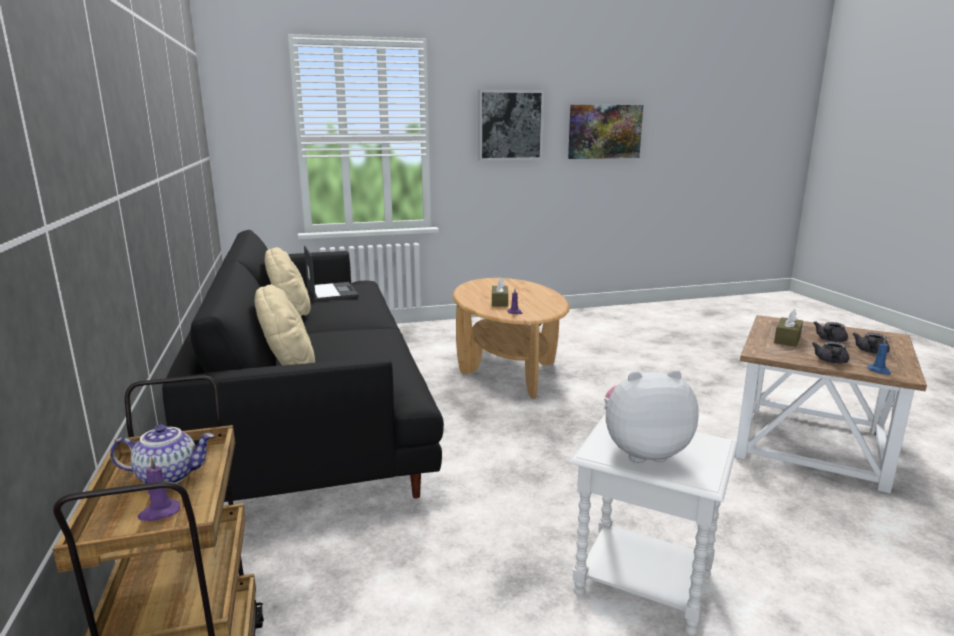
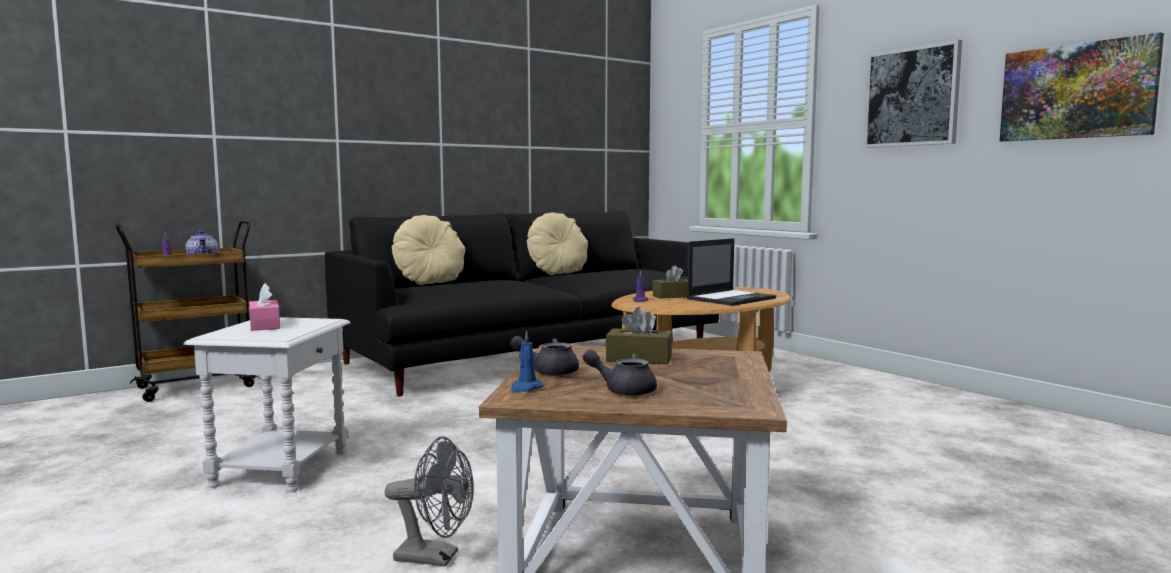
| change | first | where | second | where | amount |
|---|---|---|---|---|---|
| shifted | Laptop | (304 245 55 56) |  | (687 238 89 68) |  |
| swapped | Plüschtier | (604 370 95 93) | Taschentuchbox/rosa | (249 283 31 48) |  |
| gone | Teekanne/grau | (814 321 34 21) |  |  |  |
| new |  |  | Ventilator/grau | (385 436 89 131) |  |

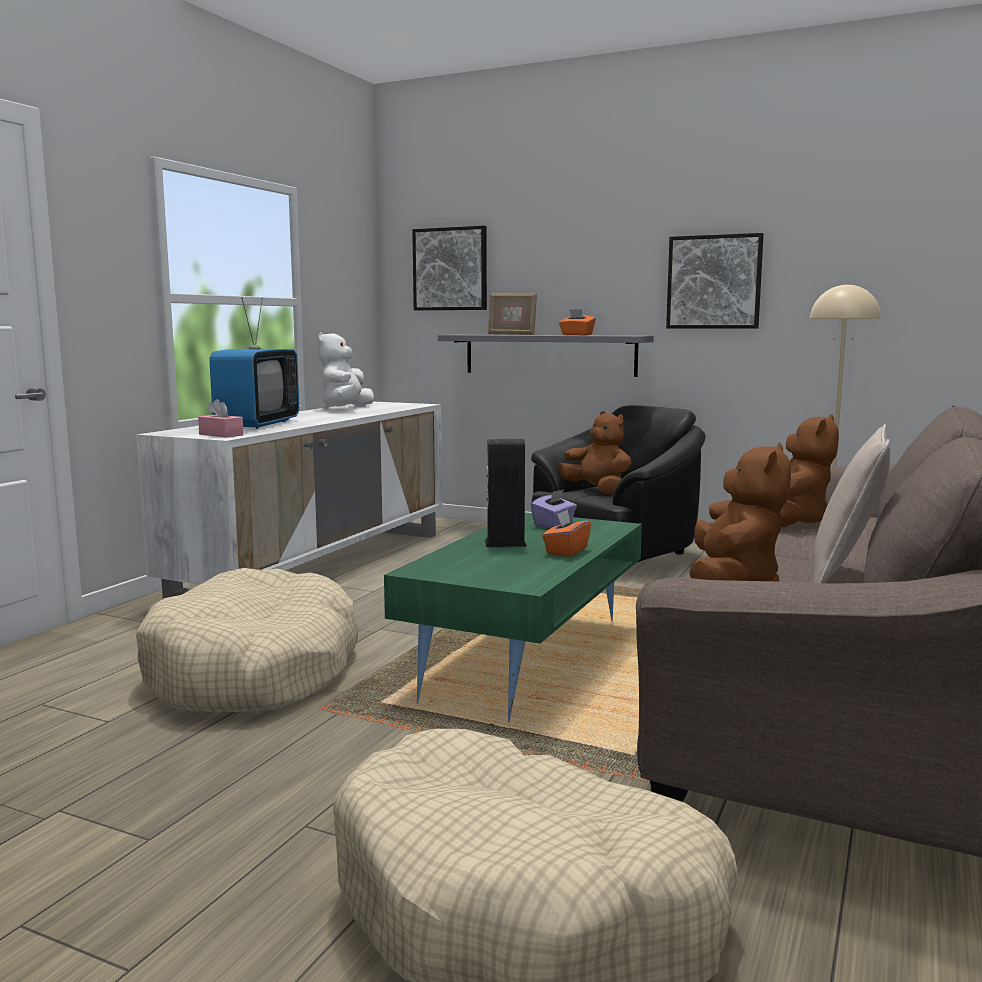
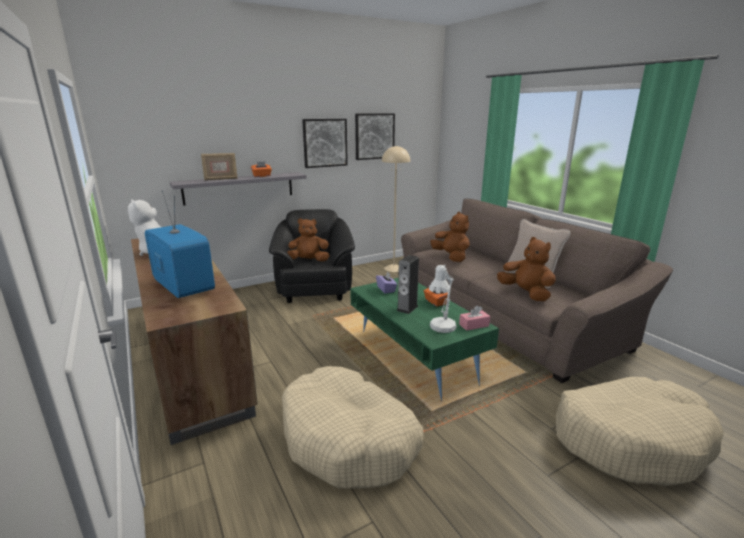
| change | first | where | second | where | amount |
|---|---|---|---|---|---|
| repainted | Fernsehschrank/weiß | (136 402 306 197) | Fernsehschrank/braun | (131 239 127 206) |  |
| shifted | Taschentuchbox/rosa | (198 399 46 38) |  | (459 305 31 26) |  |
| shifted | Bild | (412 226 75 84) |  | (355 113 40 47) |  |
| new |  |  | Tischlampe/weiß | (429 264 28 69) |  |

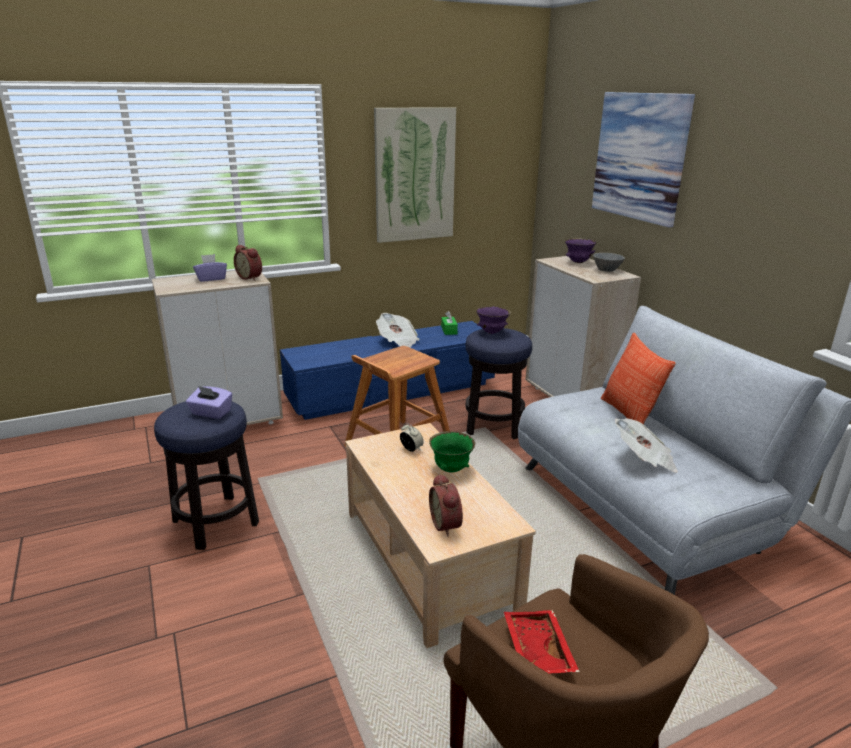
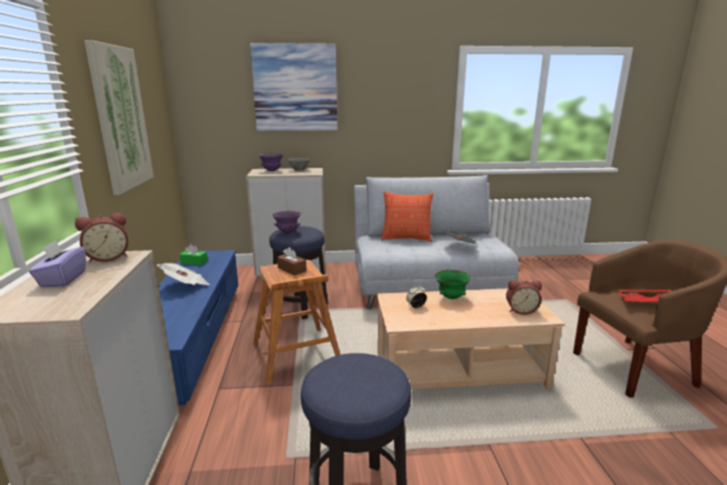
| change | first | where | second | where | amount |
|---|---|---|---|---|---|
| gone | Taschentuchbox/lila | (186 386 47 33) |  |  |  |
| new |  |  | Taschentuchbox/braun | (277 247 30 29) |  |

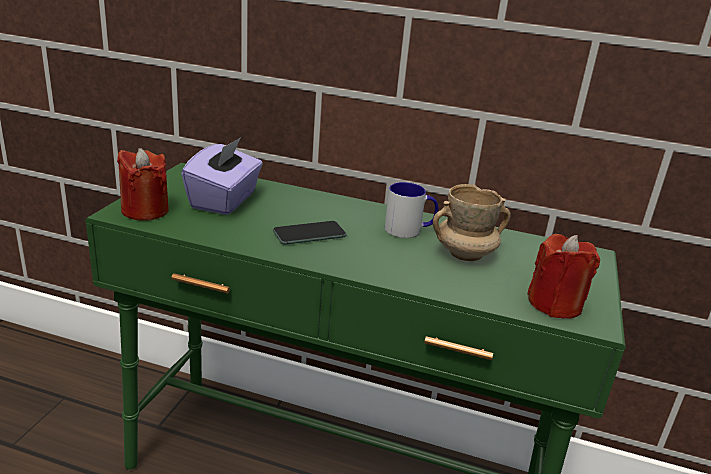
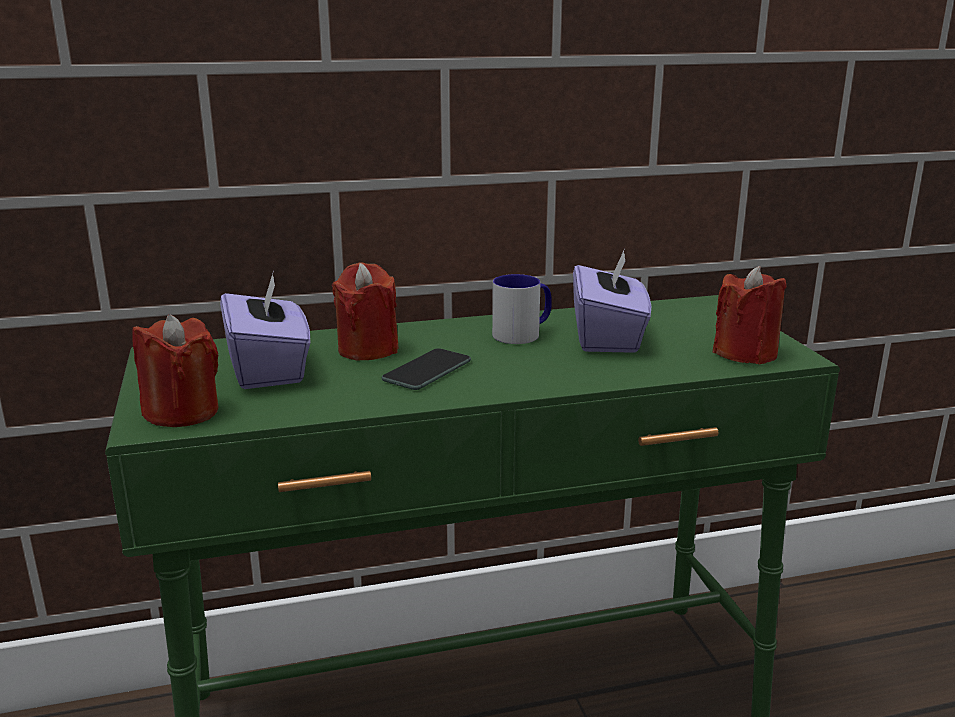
| change | first | where | second | where | amount |
|---|---|---|---|---|---|
| swapped | Henkelbecher/beige | (433 184 78 77) | Taschentuchbox/lila | (573 251 78 102) |  |
| new |  |  | Kerze/rot | (332 262 66 98) |  |

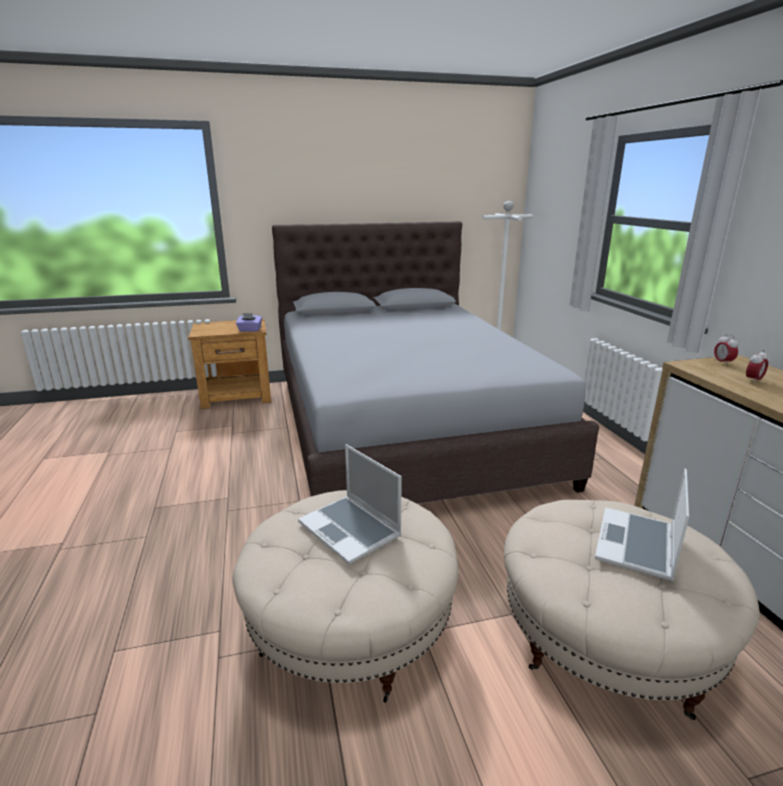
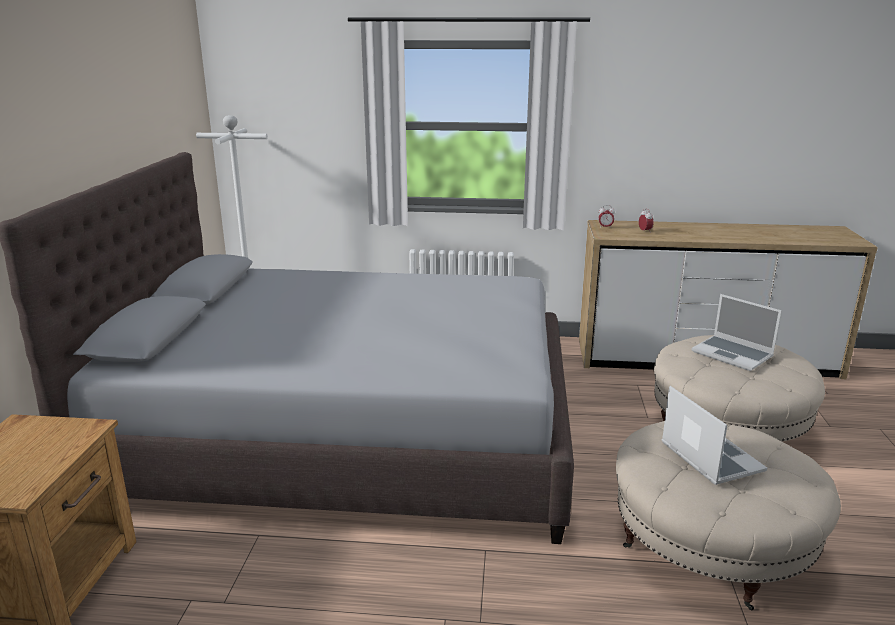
| change | first | where | second | where | amount |
|---|---|---|---|---|---|
| gone | Taschentuchbox/lila | (236 313 26 19) |  |  |  |
| rotated | Laptop | (298 444 104 120) |  | (662 386 105 99) | 90 degrees counterclockwise |

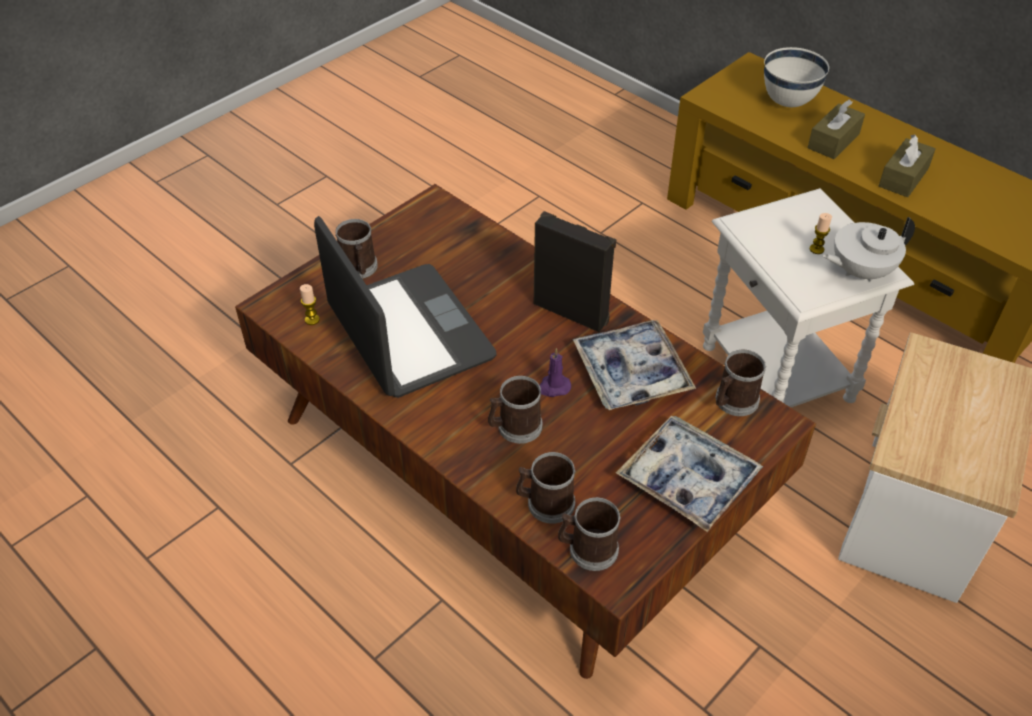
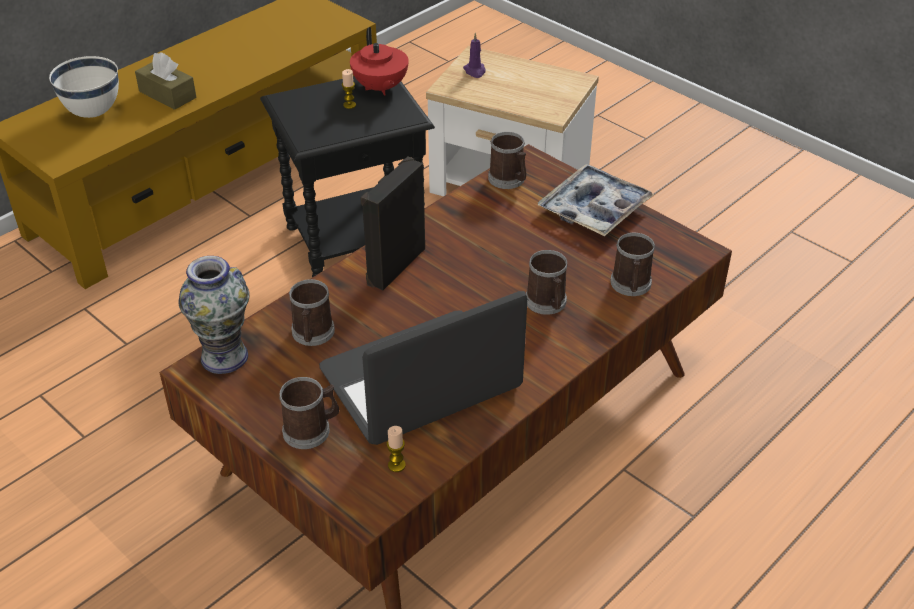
| change | first | where | second | where | amount |
|---|---|---|---|---|---|
| shifted | Kerze/lila | (540 348 31 49) |  | (463 33 23 45) |  |
| shifted | Henkelbecher | (558 497 63 74) |  | (289 279 46 67) |  |
| gone | Tablett | (572 320 124 90) |  |  |  |
| repainted | Beistelltisch/weiß | (703 188 211 219) | Beistelltisch/schwarz | (260 76 175 202) |  |
| repainted | Teekanne/weiß | (822 217 93 65) | Teekanne/rot | (350 27 58 68) |  |
| gone | Taschentuchbox/braun | (879 134 56 63) |  |  |  |
| new |  |  | Vase | (178 256 72 118) |  |

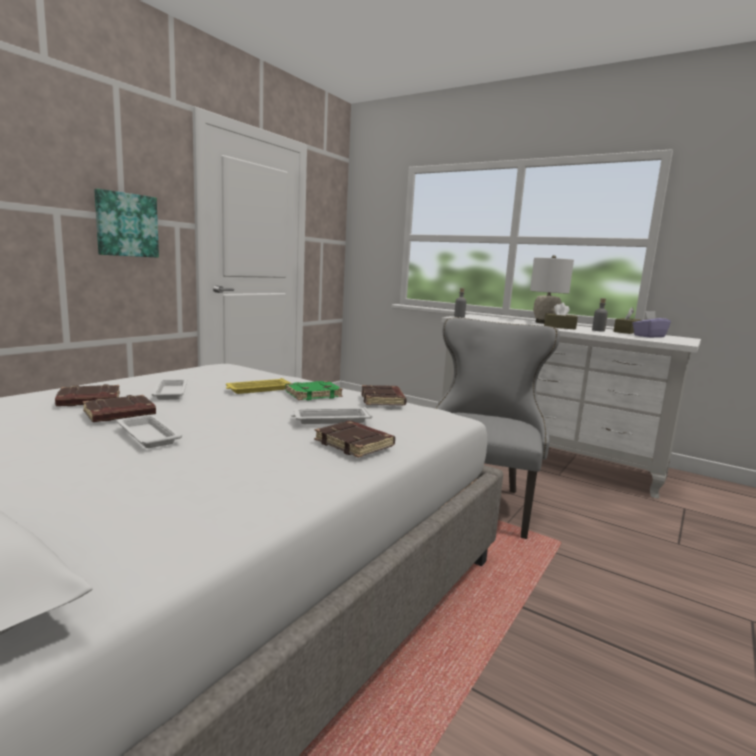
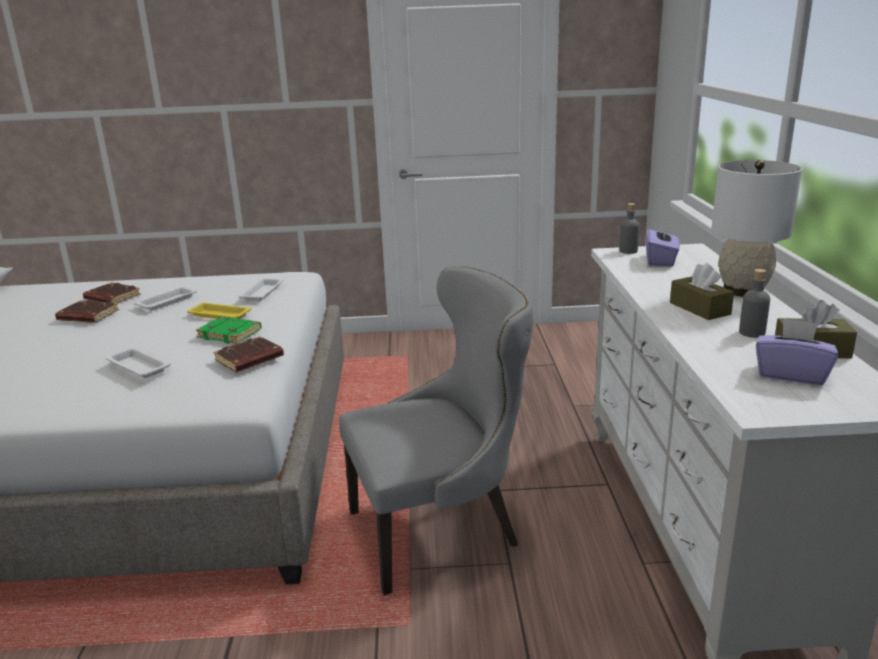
| change | first | where | second | where | amount |
|---|---|---|---|---|---|
| gone | Bild | (94 189 65 69) |  |  |  |
| shifted | Tablett/weiß | (116 415 66 33) |  | (239 278 45 23) |  |
| gone | Buch/braun | (314 421 81 37) |  |  |  |
| new |  |  | Taschentuchbox/lila | (646 224 34 42) |  |

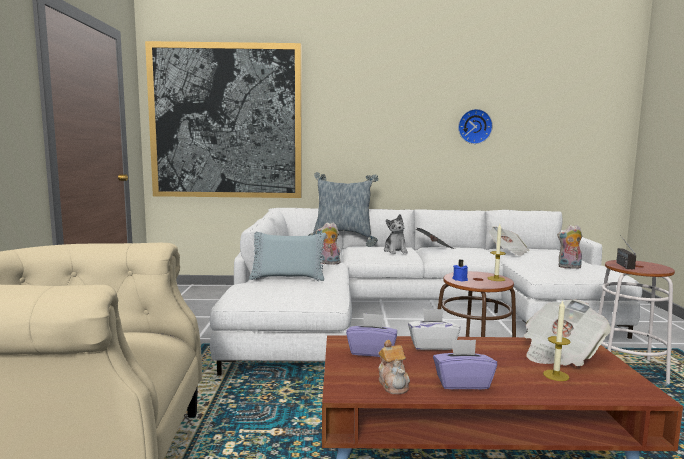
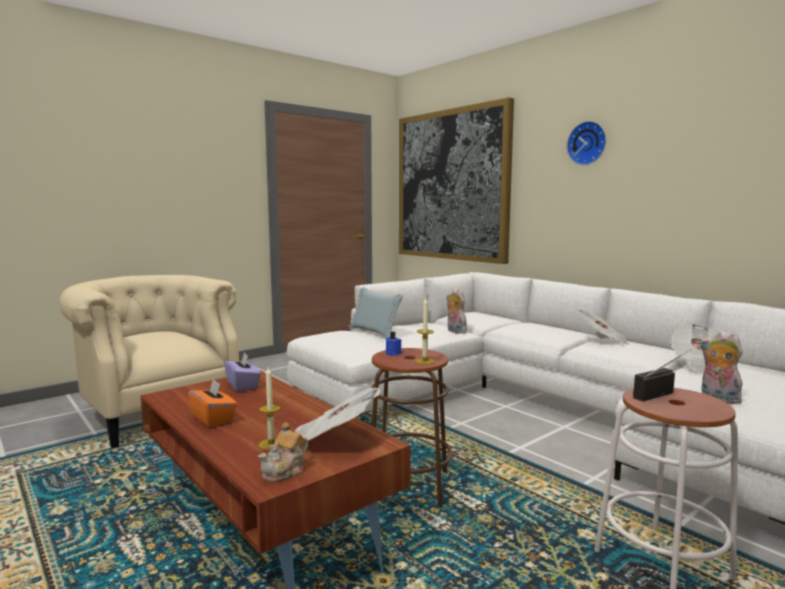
| change | first | where | second | where | amount |
|---|---|---|---|---|---|
| gone | Kissen | (308 172 70 75) |  |  |  |
| shifted | Teekanne | (378 340 32 54) |  | (258 422 50 60) |  |
| gone | Plüschtier | (384 214 24 40) |  |  |  |
| gone | Taschentuchbox/weiß | (408 309 52 41) |  |  |  |
| repainted | Taschentuchbox/lila | (433 339 64 50) | Taschentuchbox/orange | (188 379 49 48) |  |
| shifted | Wanduhr | (458 109 35 35) |  | (567 121 39 44) |  |

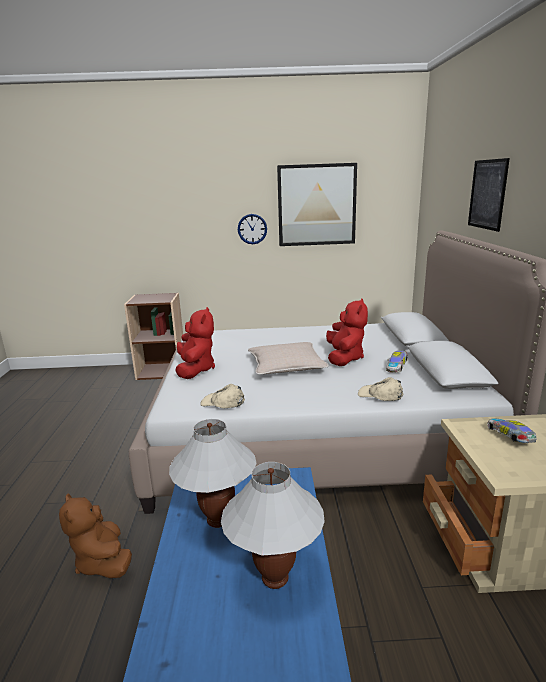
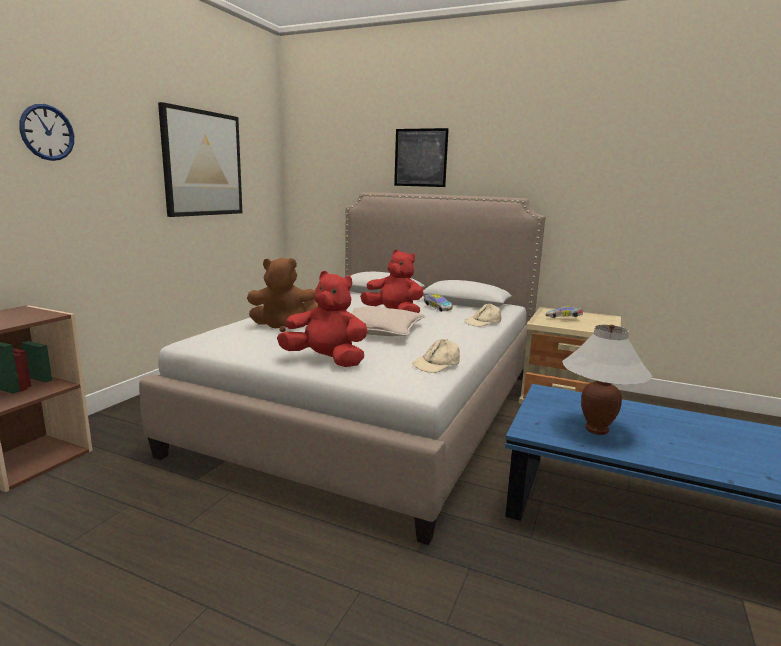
| change | first | where | second | where | amount |
|---|---|---|---|---|---|
| shifted | Plüschtier/braun | (59 493 73 85) |  | (247 258 71 74) |  |
| gone | Tischlampe/weiß | (221 462 104 127) |  |  |  |
| shifted | Wanduhr | (238 214 29 30) |  | (19 104 55 57) |  |

